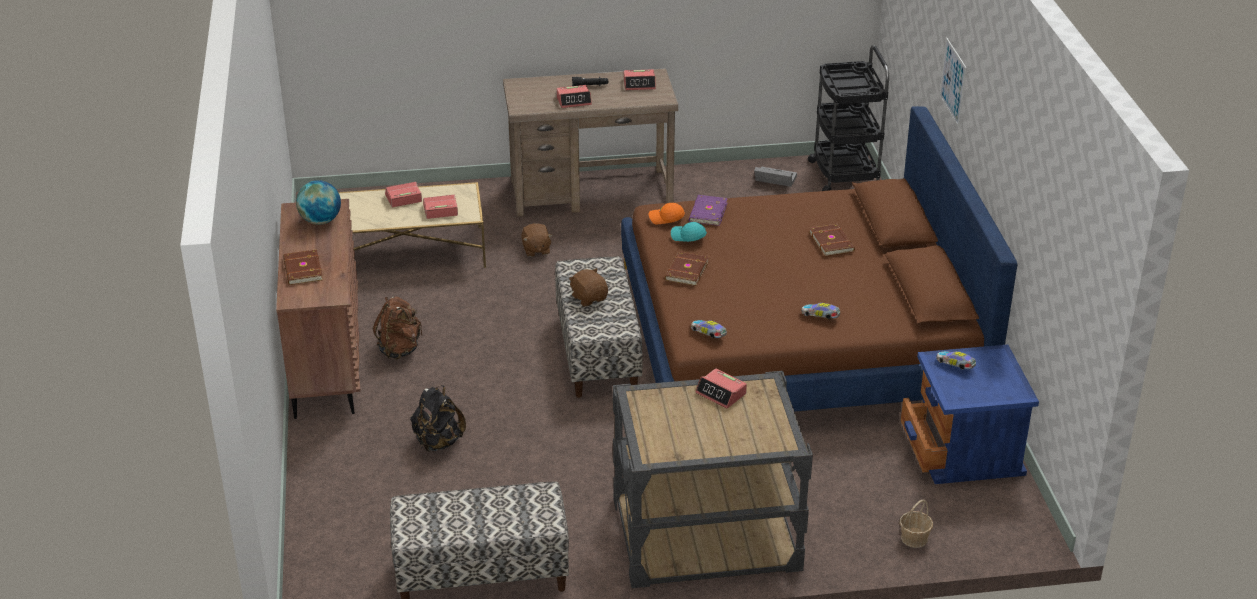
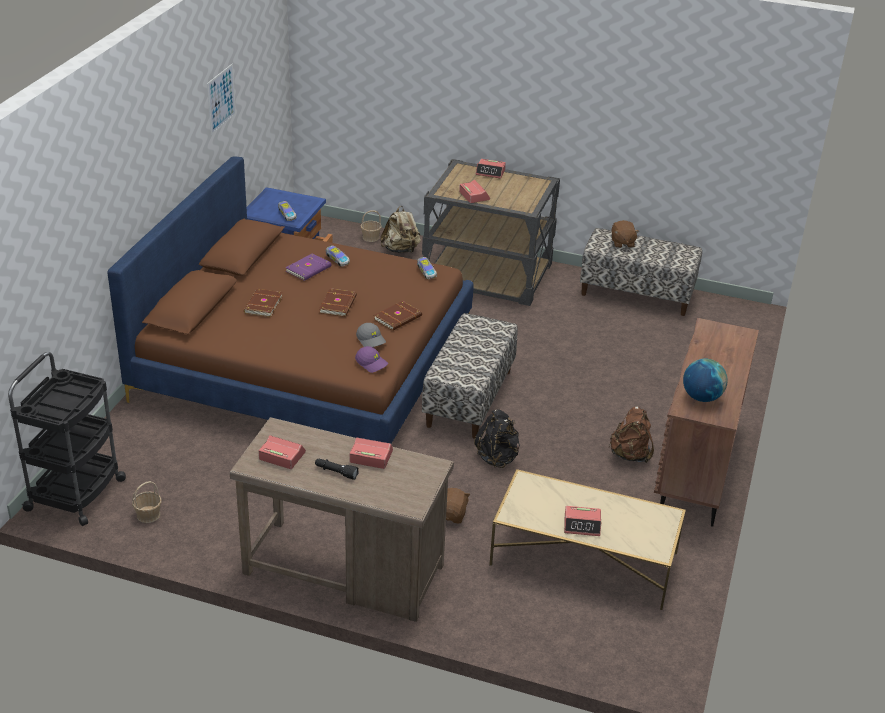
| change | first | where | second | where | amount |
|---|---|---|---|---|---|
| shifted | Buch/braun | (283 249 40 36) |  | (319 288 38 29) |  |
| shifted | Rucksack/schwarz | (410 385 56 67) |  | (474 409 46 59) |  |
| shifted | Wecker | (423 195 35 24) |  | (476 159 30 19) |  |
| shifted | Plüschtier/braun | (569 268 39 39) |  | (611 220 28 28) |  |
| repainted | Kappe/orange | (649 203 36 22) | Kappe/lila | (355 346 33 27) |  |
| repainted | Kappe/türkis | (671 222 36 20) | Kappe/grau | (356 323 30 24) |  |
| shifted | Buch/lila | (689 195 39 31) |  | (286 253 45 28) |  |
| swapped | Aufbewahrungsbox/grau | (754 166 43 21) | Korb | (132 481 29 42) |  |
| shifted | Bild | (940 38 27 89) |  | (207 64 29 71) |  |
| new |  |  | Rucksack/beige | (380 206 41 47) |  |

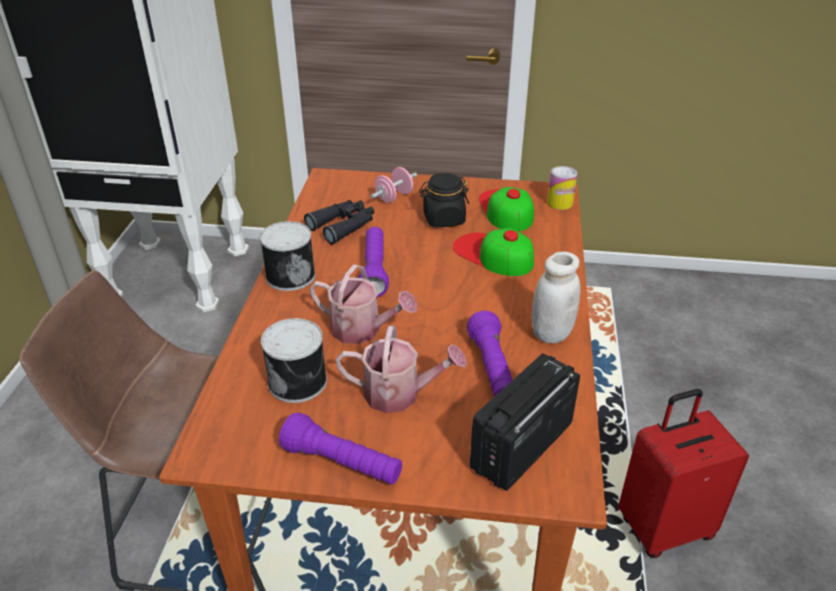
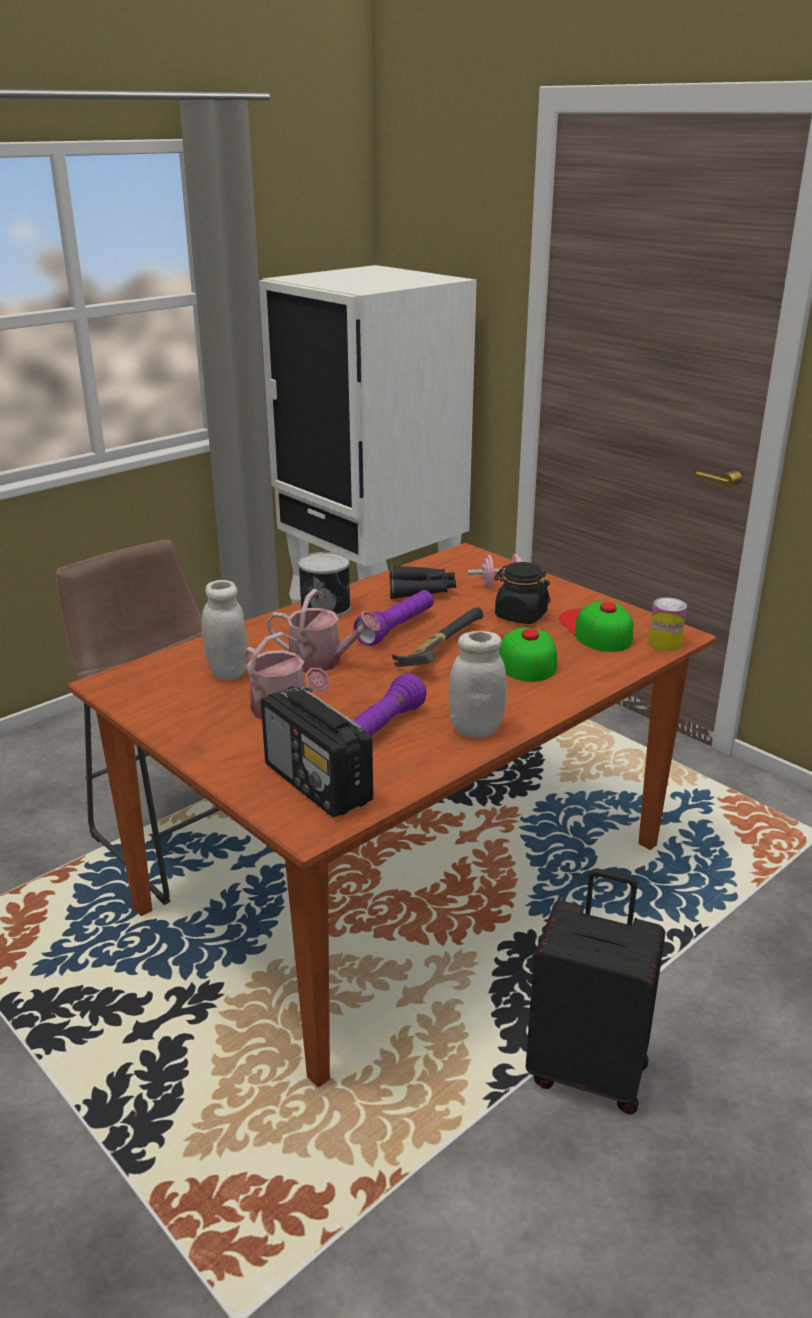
| change | first | where | second | where | amount |
|---|---|---|---|---|---|
| swapped | Dose | (261 318 66 85) | Vorratsglas/weiß | (202 580 46 100) |  |
| gone | Taschenlampe/lila | (279 413 123 72) |  |  |  |
| rotated | Gießkanne | (309 264 108 80) |  | (267 589 113 83) | 45 degrees counterclockwise |
| rotated | Radio | (470 353 110 138) |  | (261 686 112 132) | 120 degrees counterclockwise |
| rotated | Kappe | (479 187 55 44) |  | (559 601 74 51) | 45 degrees counterclockwise |
| repainted | Koffer/rot | (618 389 131 169) | Koffer/schwarz | (526 868 139 247) |  |
| new |  |  | Hammer | (392 607 91 60) |  |

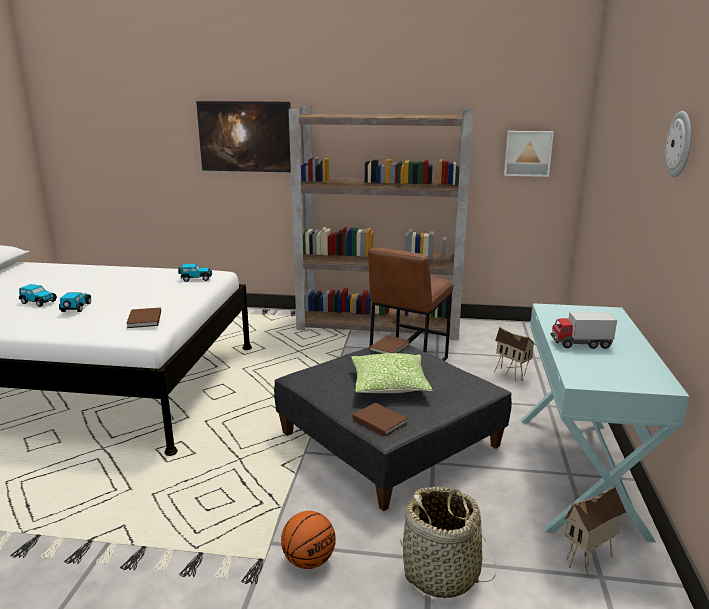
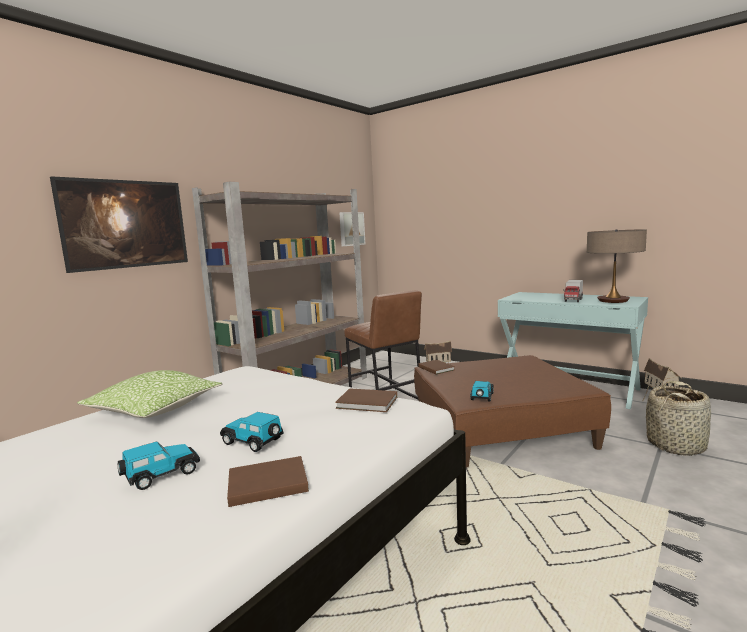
| change | first | where | second | where | amount |
|---|---|---|---|---|---|
| shifted | Spielzeugauto | (178 264 34 18) |  | (470 381 24 21) |  |
| repainted | Polsterhocker/grau | (274 345 238 166) | Polsterhocker/braun | (414 355 197 112) |  |
| gone | Basketball | (281 511 55 58) |  |  |  |
| shifted | Kissen | (351 353 82 40) |  | (77 370 146 48) |  |
| shifted | Buch/braun | (353 403 55 33) |  | (227 456 82 51) |  |
| gone | Wanduhr | (665 111 27 66) |  |  |  |
| new |  |  | Tischlampe | (587 229 60 74) |  |

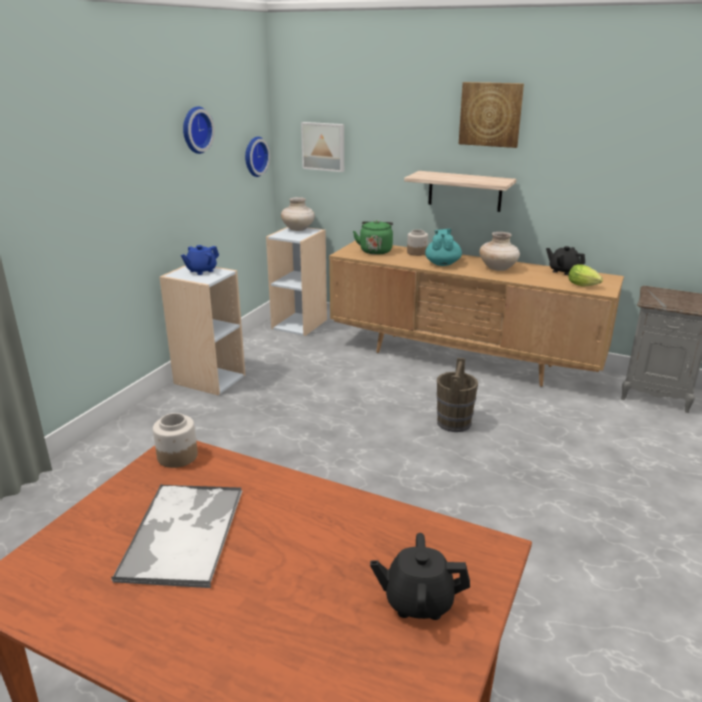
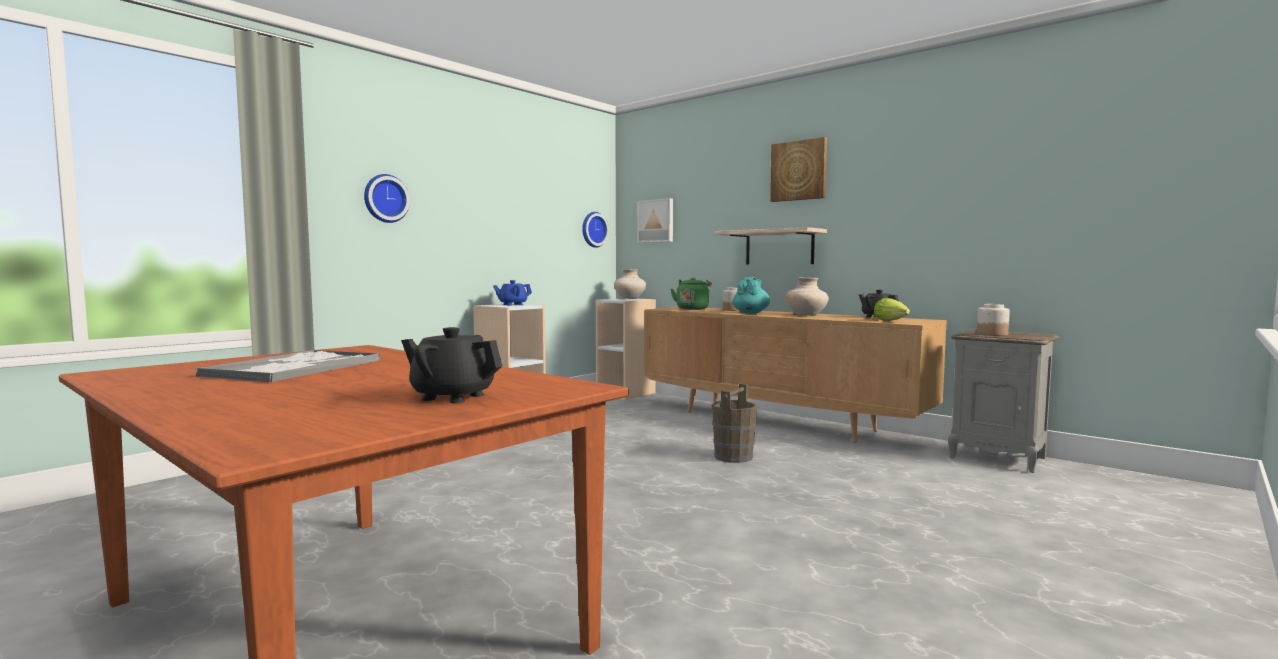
| change | first | where | second | where | amount |
|---|---|---|---|---|---|
| shifted | Vorratsglas | (153 413 45 55) |  | (977 304 33 32) |  |
| shifted | Wanduhr | (183 106 32 48) |  | (364 174 46 49) |  |

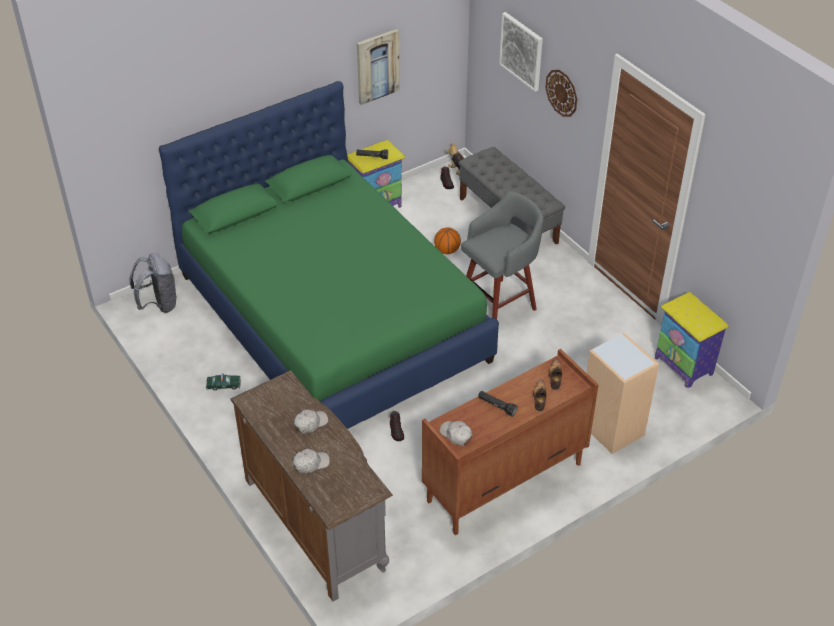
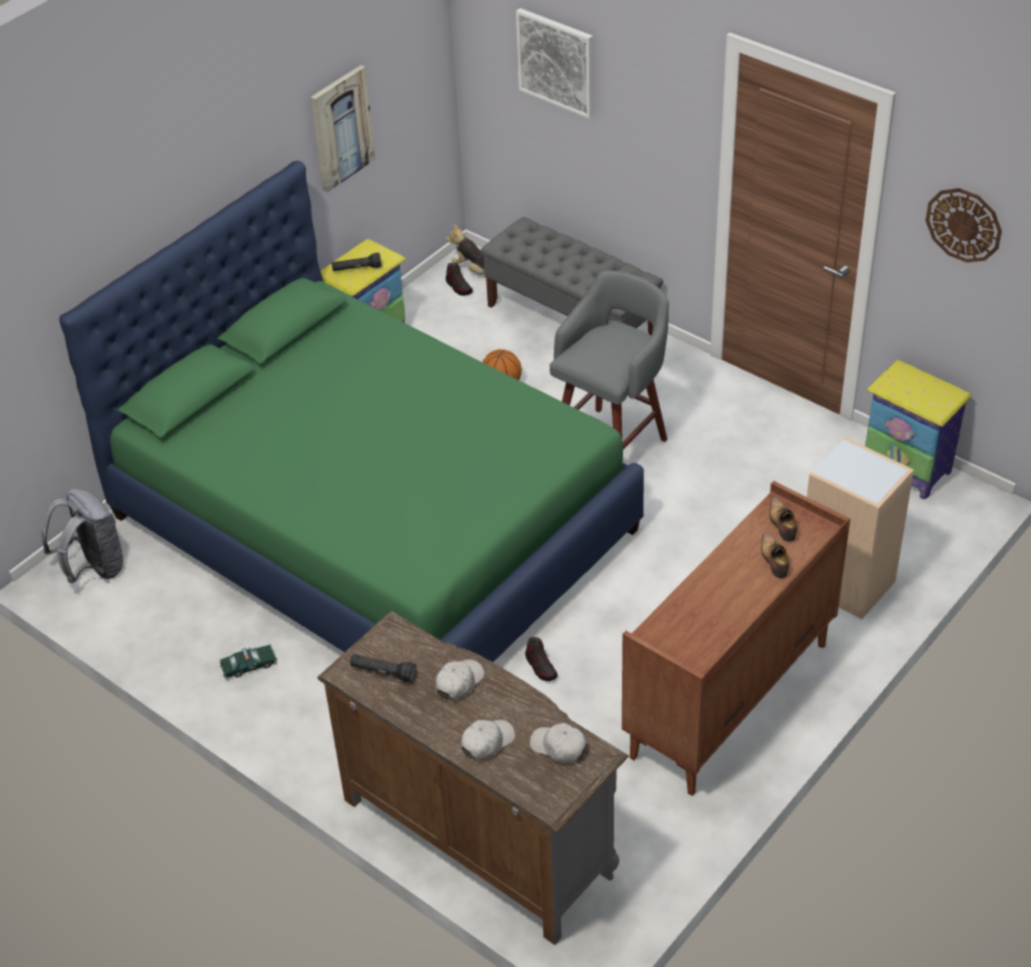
| change | first | where | second | where | amount |
|---|---|---|---|---|---|
| shifted | Kappe/weiß | (440 421 32 25) |  | (530 723 57 40) |  |
| shifted | Taschenlampe/schwarz | (478 391 40 26) |  | (350 654 66 29) |  |
| shifted | Wanduhr | (545 70 32 47) |  | (925 188 77 75) |  |

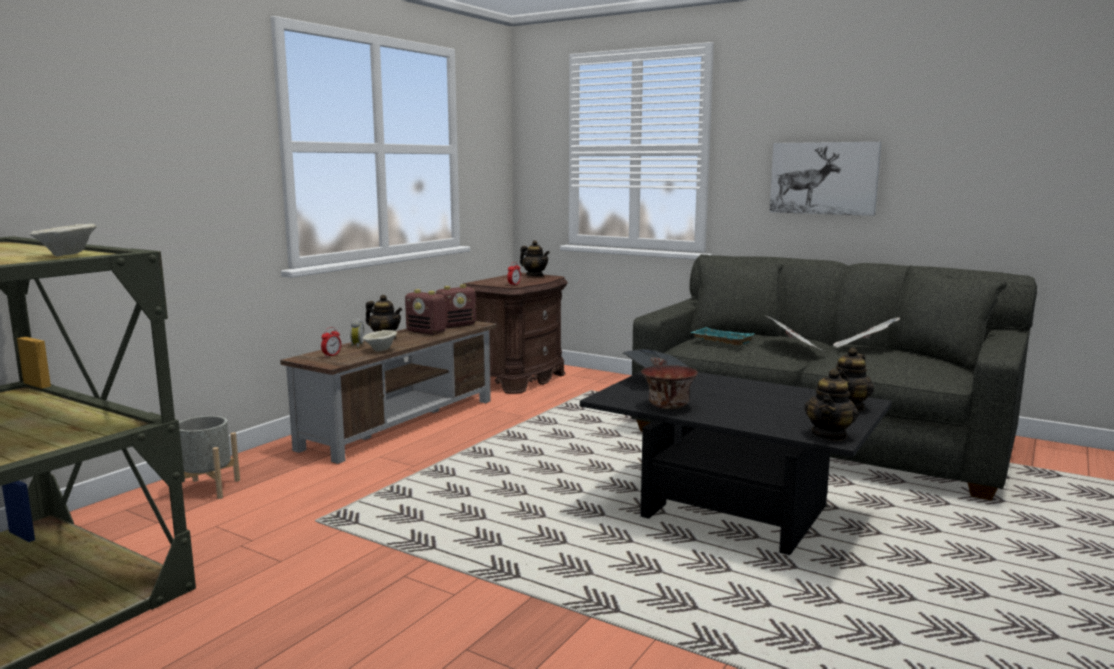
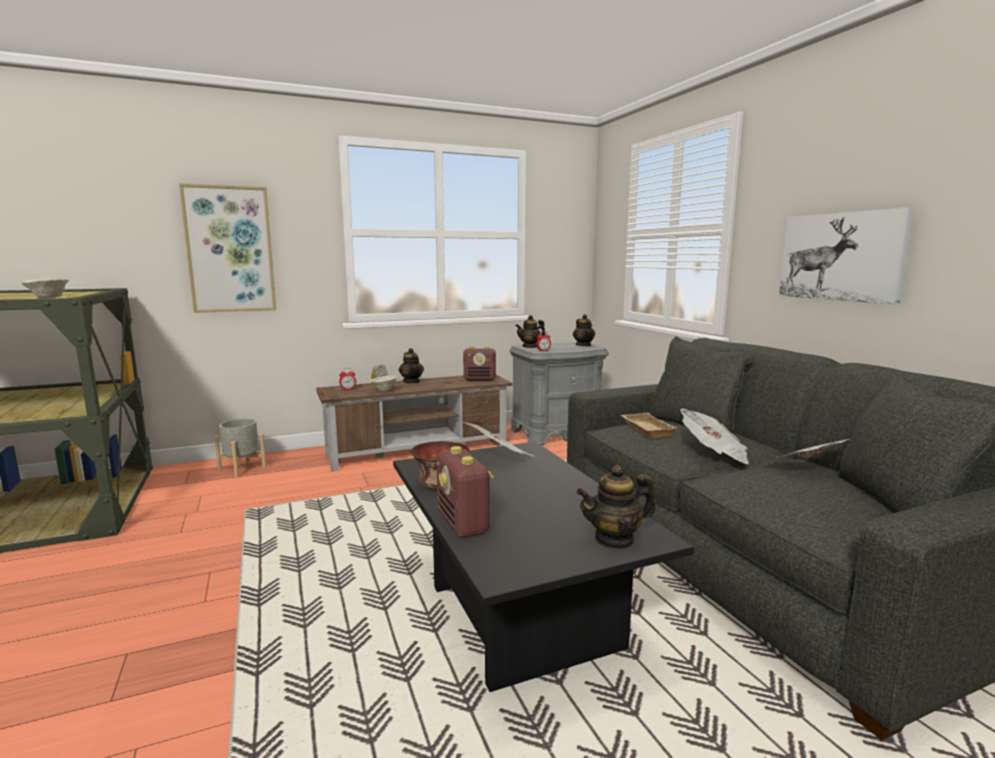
| change | first | where | second | where | amount |
|---|---|---|---|---|---|
| shifted | Radio | (405 289 41 46) |  | (437 446 57 92) |  |
| repainted | Nachttisch/braun | (463 273 105 121) | Nachttisch/grau | (509 342 100 103) |  |
| repainted | Tablett/türkis | (690 327 65 19) | Tablett/beige | (620 413 58 25) |  |
| shifted | Teekanne | (804 369 55 72) |  | (515 315 31 33) |  |
| new |  |  | Bild | (179 183 97 130) |  |

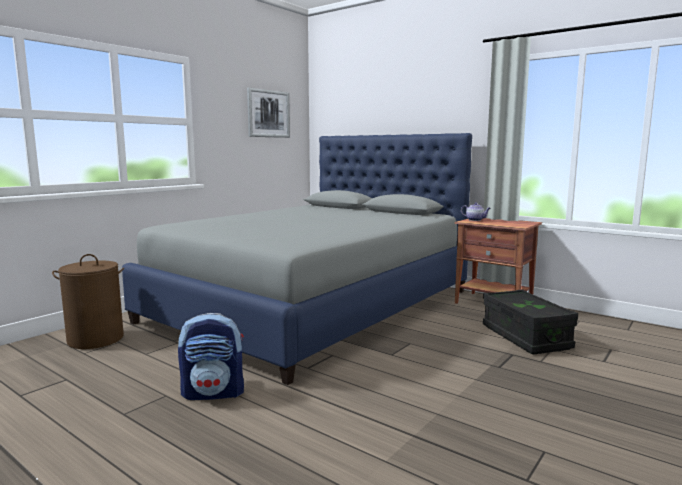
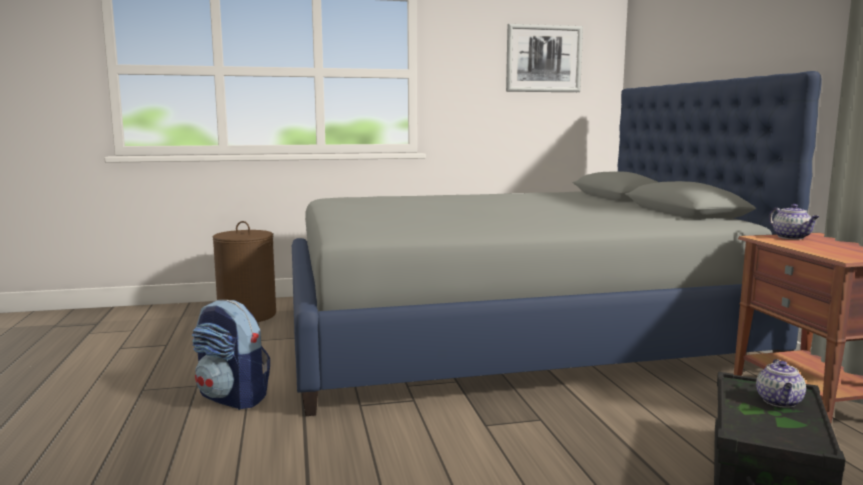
| change | first | where | second | where | amount |
|---|---|---|---|---|---|
| new |  |  | Teekanne | (756 359 50 49) |  |

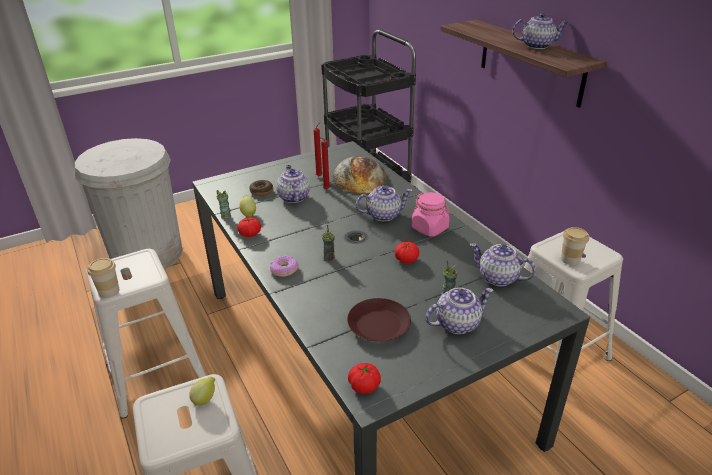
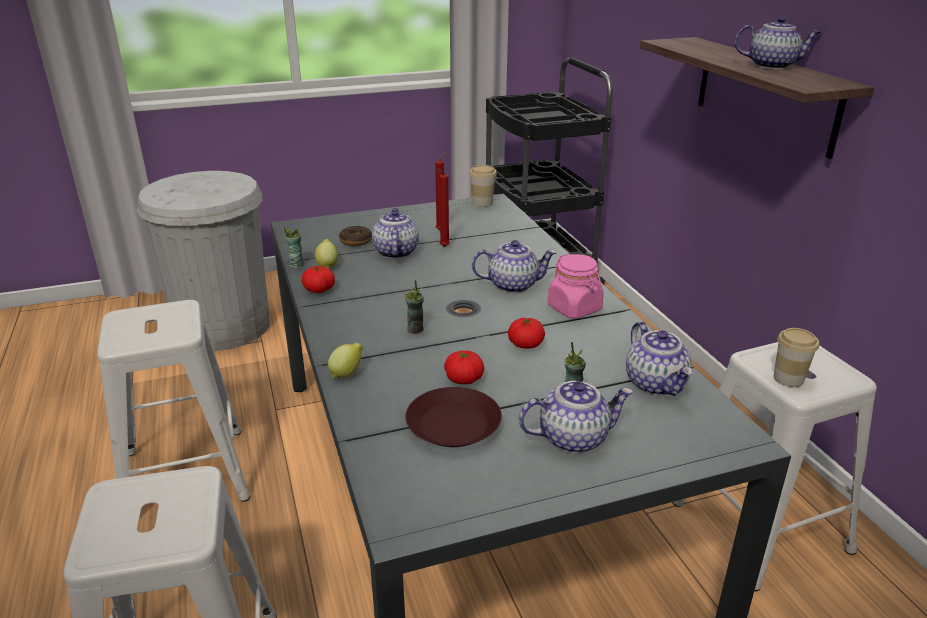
| change | first | where | second | where | amount |
|---|---|---|---|---|---|
| shifted | Tasse | (87 258 33 40) |  | (469 165 28 42) |  |
| shifted | Zitrone | (189 377 26 29) |  | (328 343 35 35) |  |
| gone | Donut | (270 255 29 22) |  |  |  |
| gone | Brot | (332 156 55 37) |  |  |  |
| shifted | Tomate | (348 363 33 31) |  | (444 350 40 34) |  |
| rotated | Teekanne | (470 243 66 43) |  | (626 321 67 75) | 150 degrees counterclockwise |

